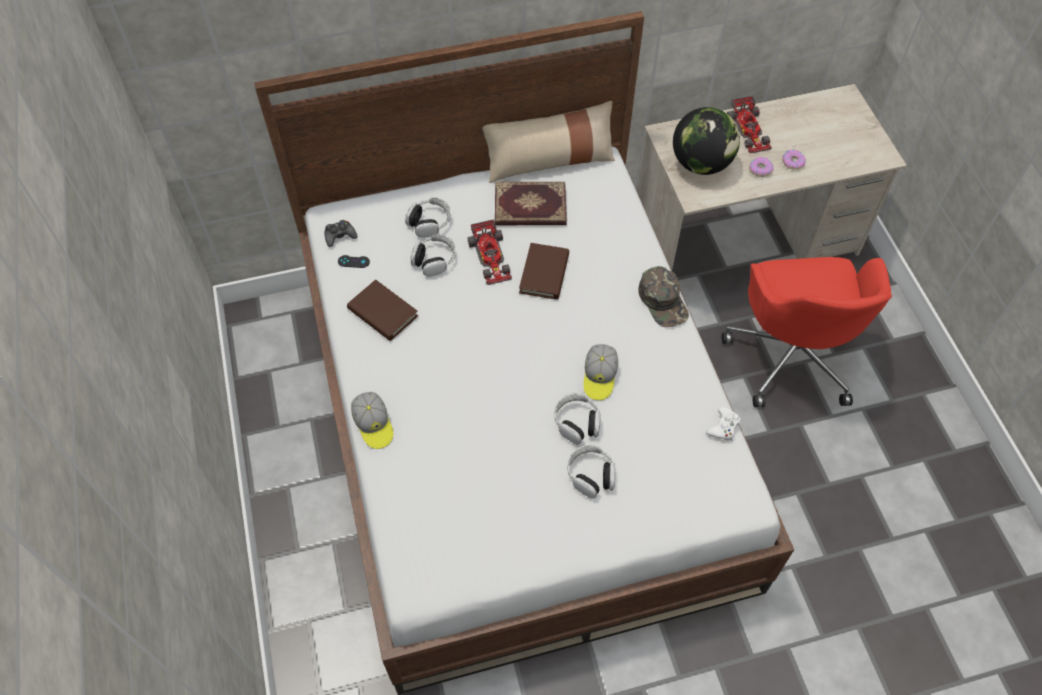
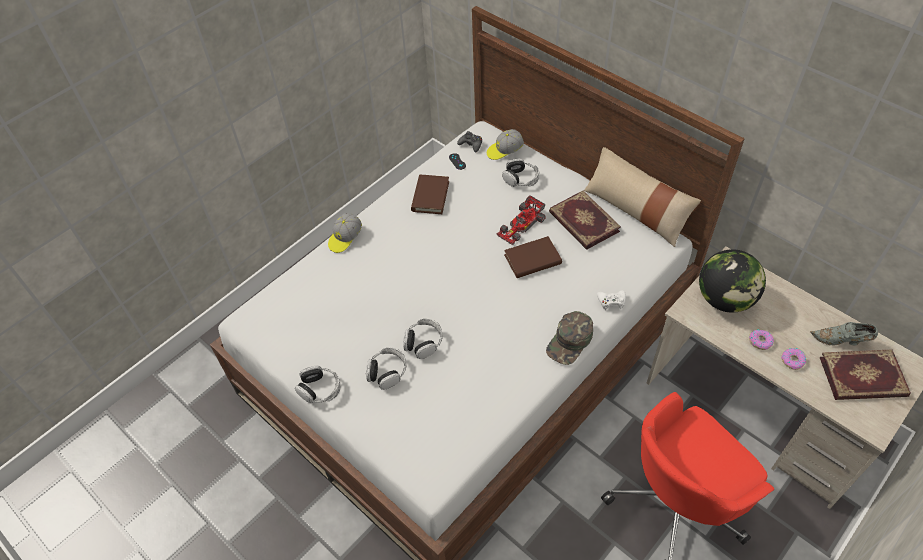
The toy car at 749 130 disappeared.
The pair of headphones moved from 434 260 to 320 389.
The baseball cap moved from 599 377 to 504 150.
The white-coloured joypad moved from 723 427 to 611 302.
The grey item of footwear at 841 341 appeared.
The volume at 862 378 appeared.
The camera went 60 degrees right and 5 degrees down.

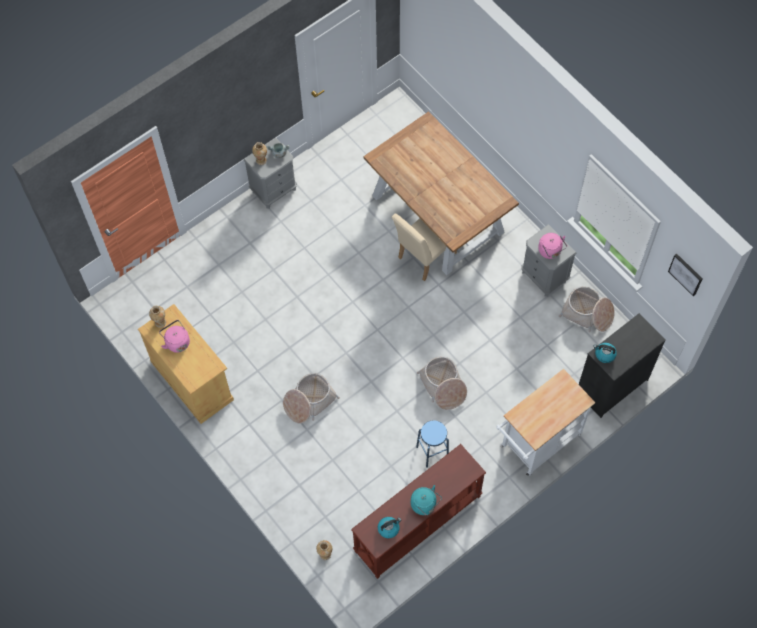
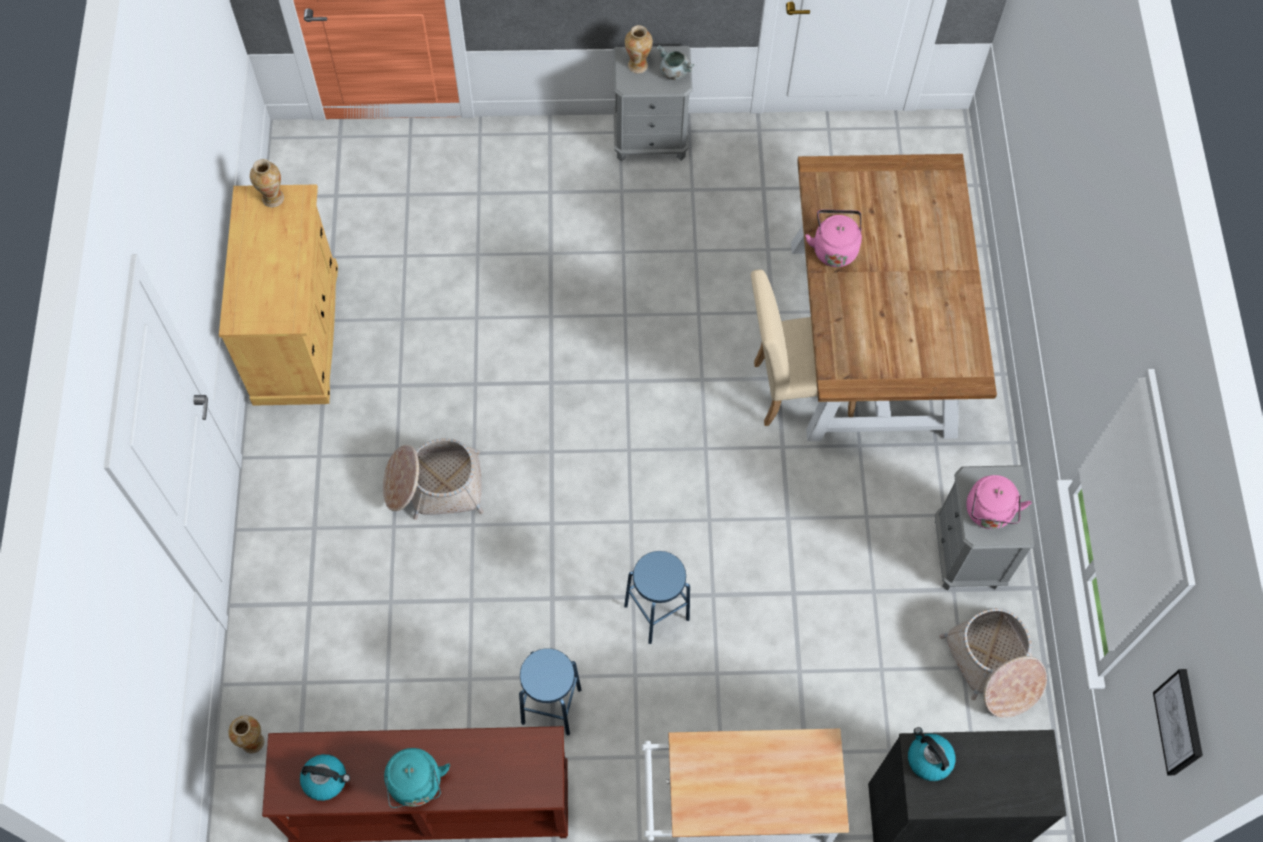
The pinkish tea kettle moved from 176 342 to 834 248.
The basket at 443 386 was replaced by the blue sitting stool at 656 612.
The camera went 35 degrees right and 0 degrees up.

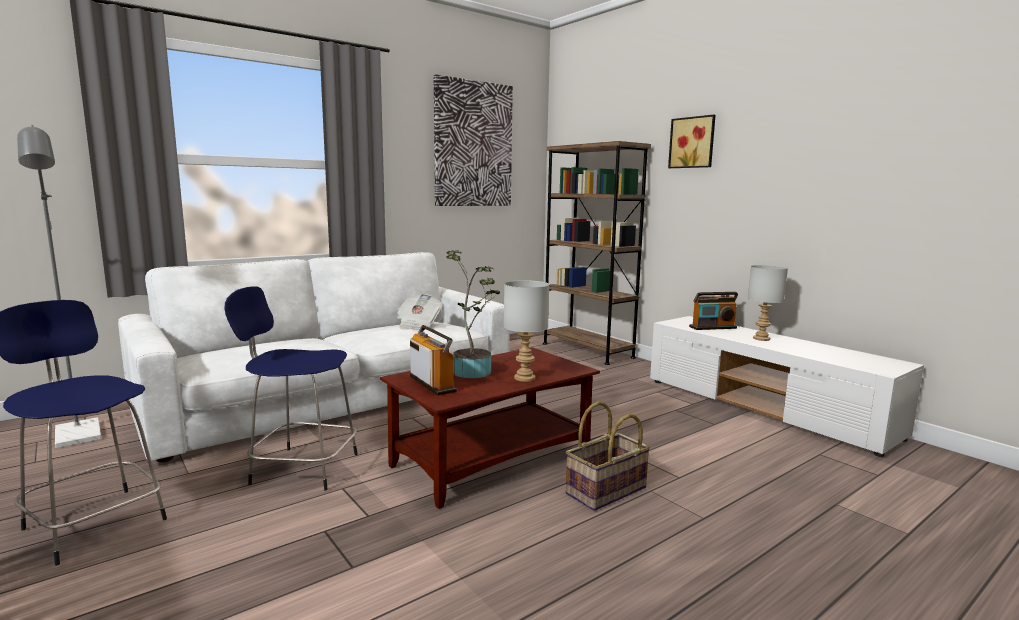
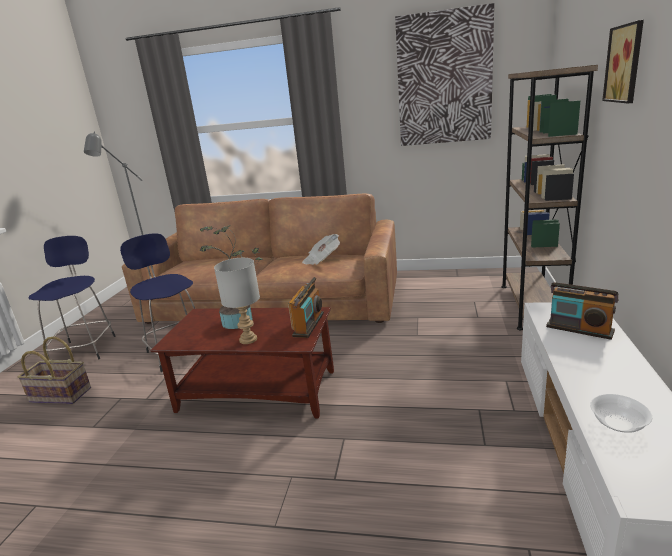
The white-coloured sofa at 333 396 became the brown sofa at 273 301.
The grey tabletop lamp at 761 339 disappeared.
The radio receiver moved from 432 384 to 308 325.
The basket moved from 606 491 to 59 395.
The serving bowl at 618 423 appeared.
The camera went 50 degrees right and 10 degrees up.

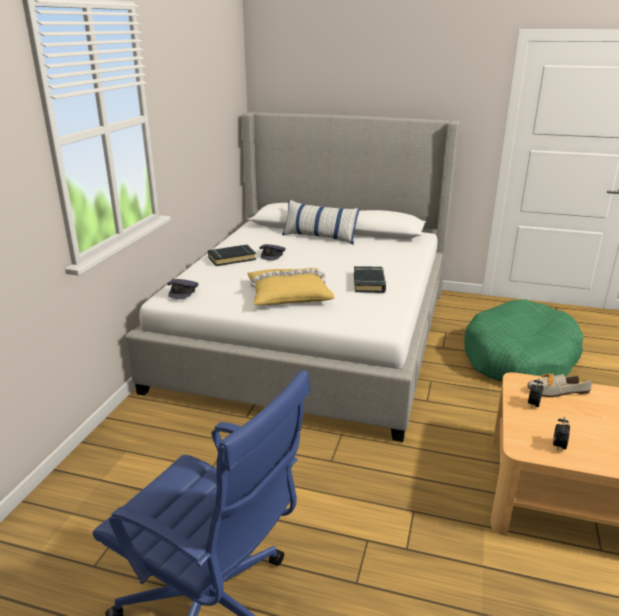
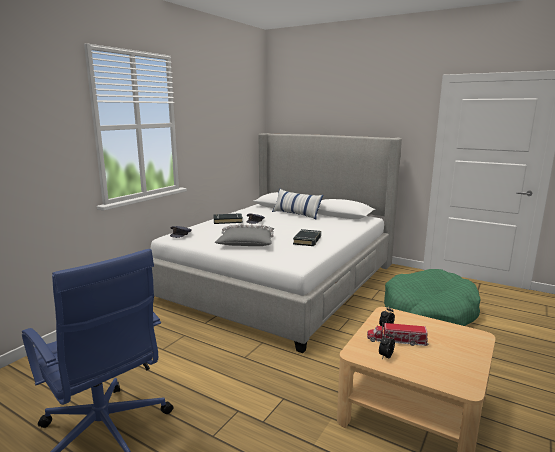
The yellow-coloured pillow at 288 294 became the grey pillow at 247 242.
The item of footwear at 552 391 disappeared.
The model truck at 396 341 appeared.
The camera went 15 degrees right and 10 degrees down.

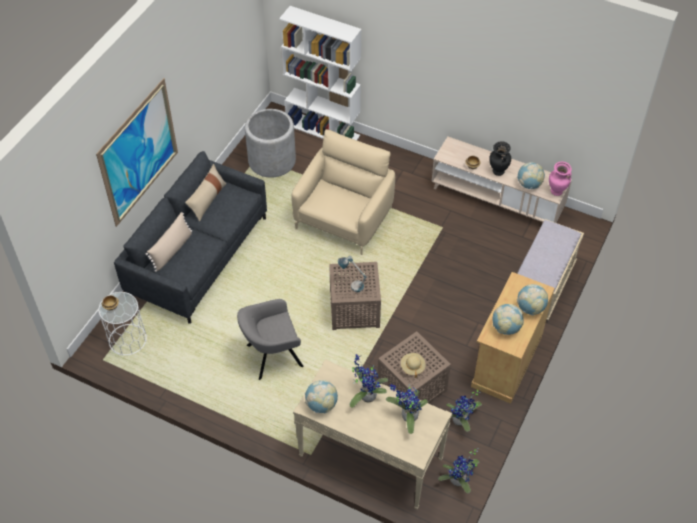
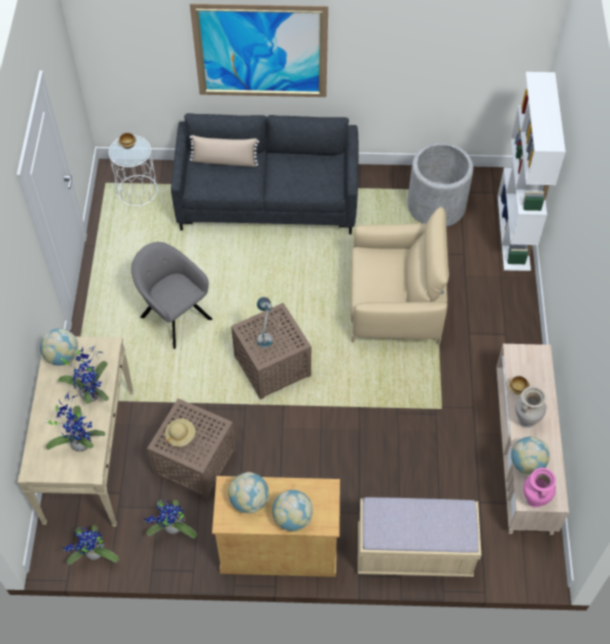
The black decorative vase at 498 172 became the sand-coloured decorative vase at 526 420.
The sand-coloured pillow at 207 200 disappeared.
The camera went 65 degrees right and 5 degrees up.

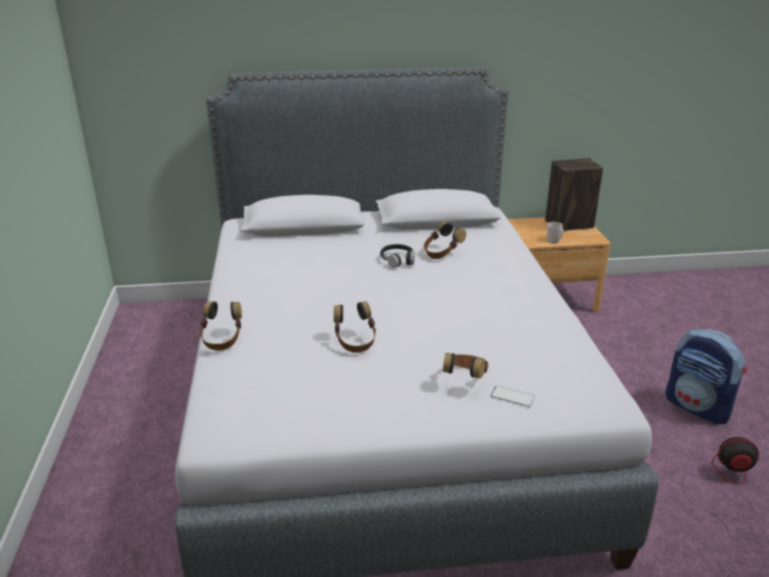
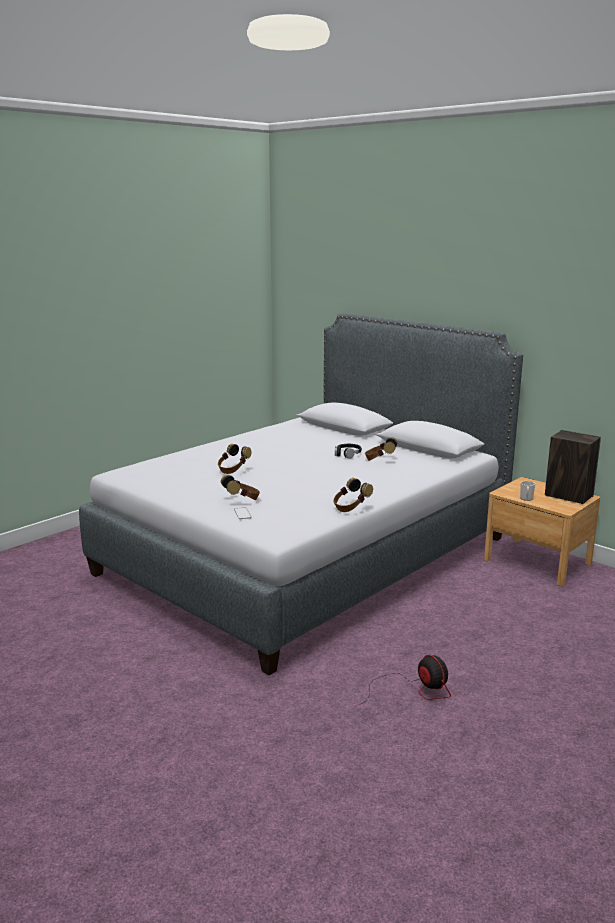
The pair of headphones moved from 222 340 to 350 508.
The rucksack at 698 407 disappeared.
The camera went 50 degrees right and 10 degrees down.

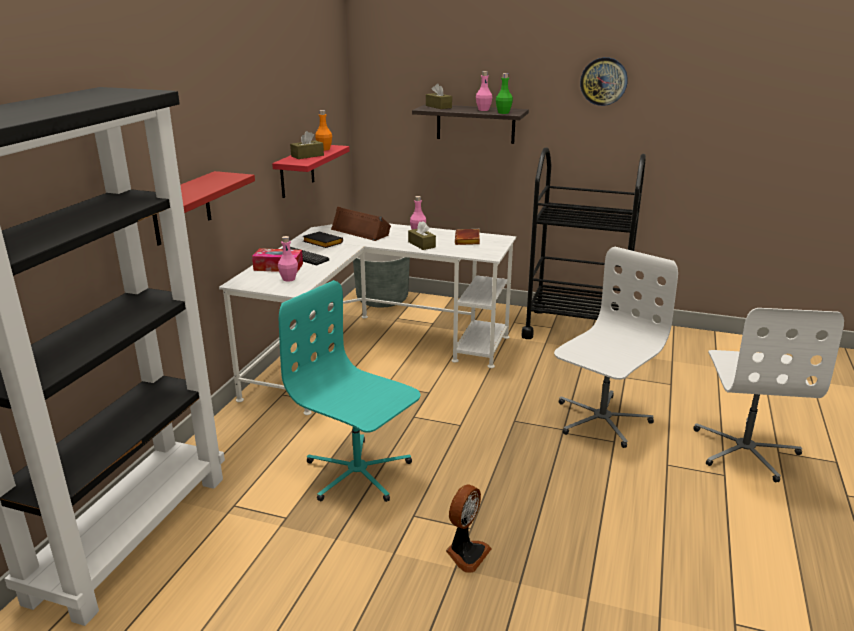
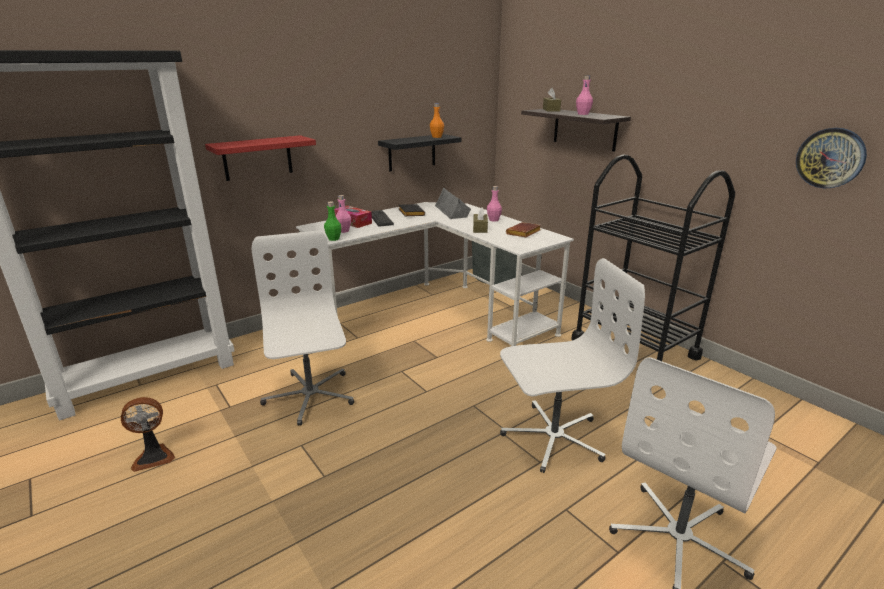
The wall clock moved from 603 81 to 830 158.
The green-coloured drink bottle moved from 503 113 to 333 239.
The brown box of tissues at 307 156 disappeared.
The red-coloured shelf at 297 171 became the black shelf at 412 152.
The brown speaker at 361 231 became the grey speaker at 453 211.
The turquoise-coloured office chair at 357 473 became the white-coloured office chair at 309 396.
The electric fan moved from 466 553 to 154 456.
The camera went 35 degrees right and 0 degrees up.

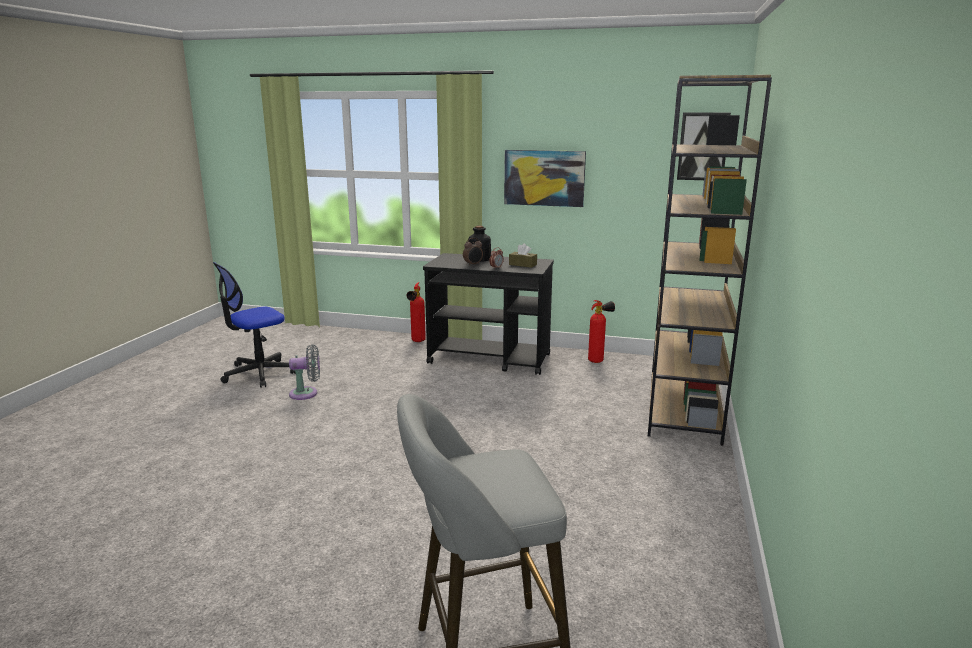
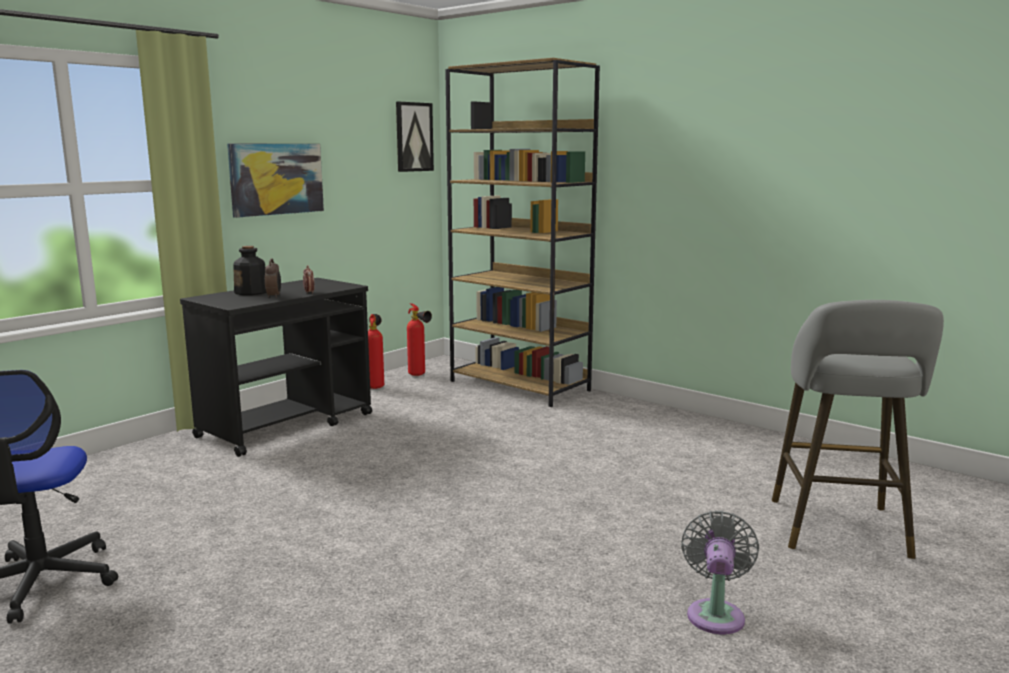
The brown box of tissues at 522 264 disappeared.
The fire extinguisher moved from 417 342 to 419 375.
The grey electric fan moved from 306 393 to 716 613.
The camera went 65 degrees left and 5 degrees down.

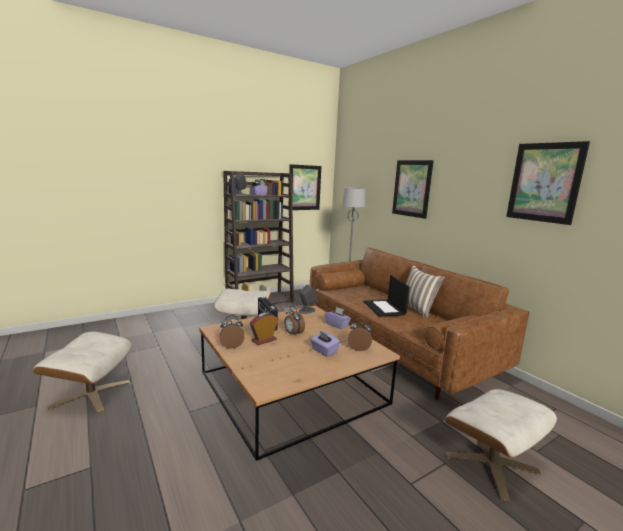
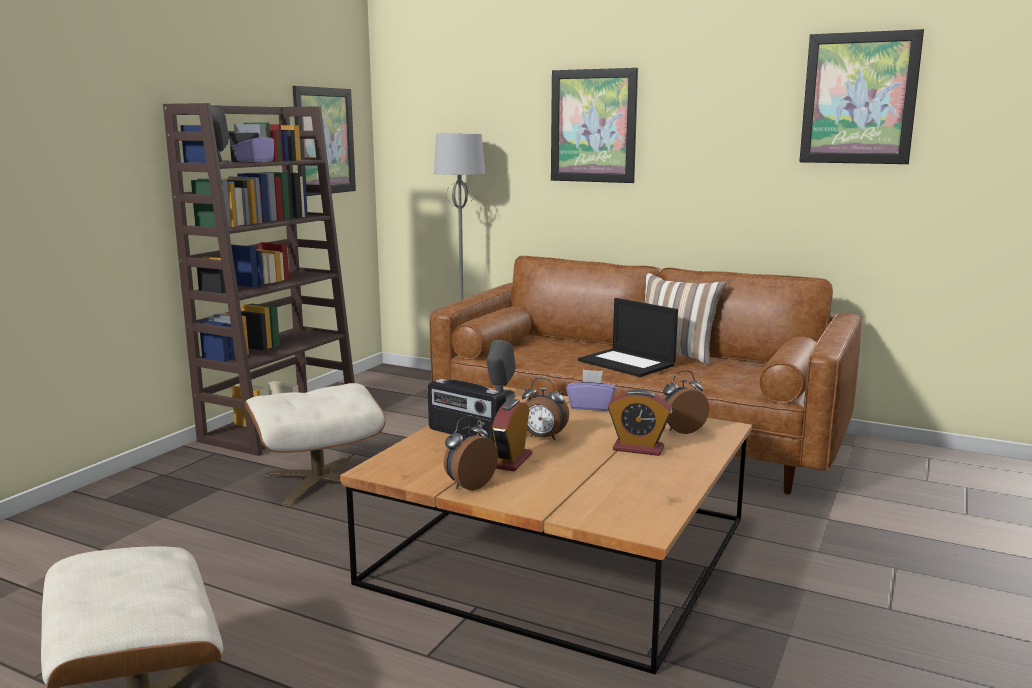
The purple-coloured box of tissues at 324 351 was replaced by the bedside clock at 638 448.
The sand-coloured footrest at 492 464 disappeared.
The camera went 30 degrees left and 0 degrees up.

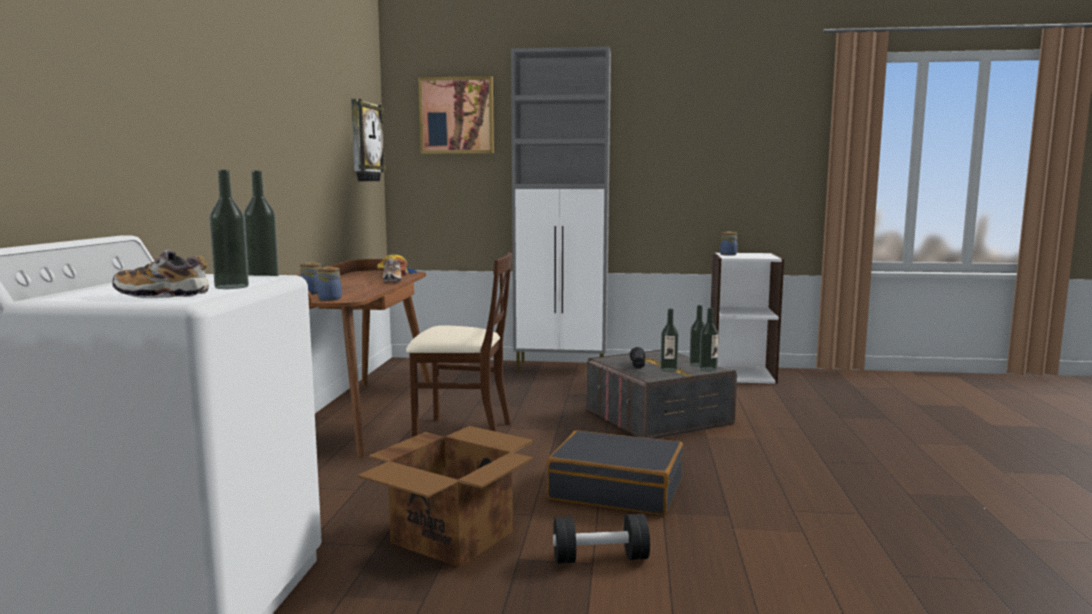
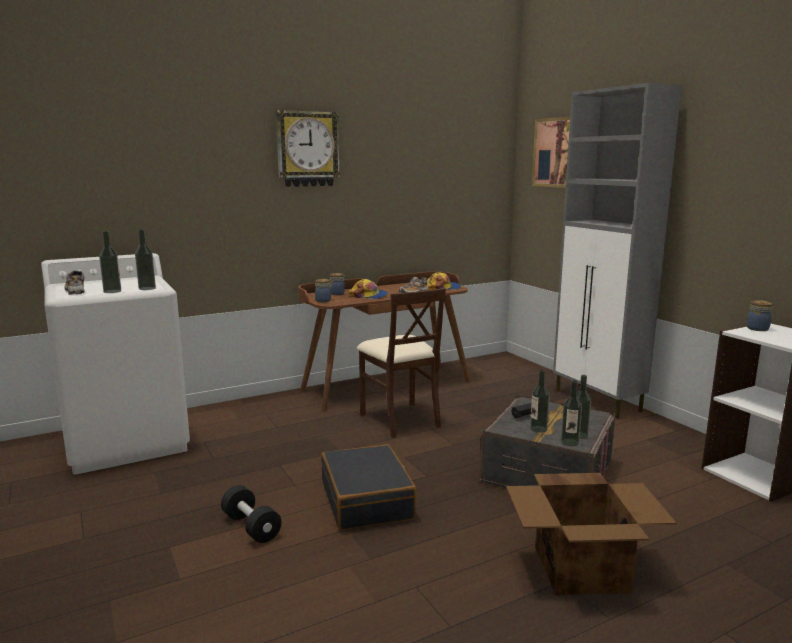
The wall clock moved from 364 142 to 307 149.
The packing box moved from 454 536 to 582 569.
The baseball cap at 369 296 appeared.
The camera went 55 degrees right and 5 degrees up.

